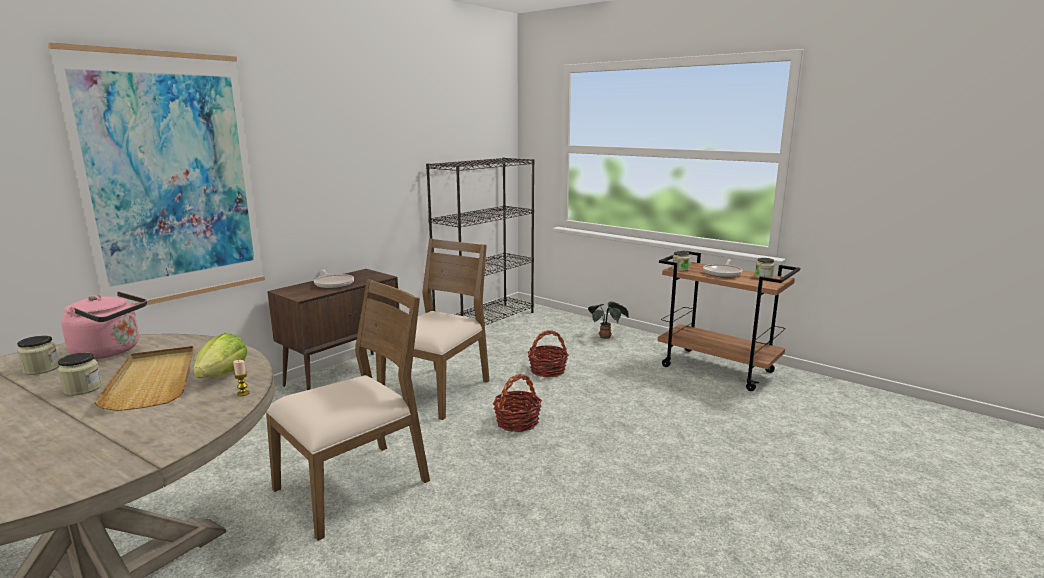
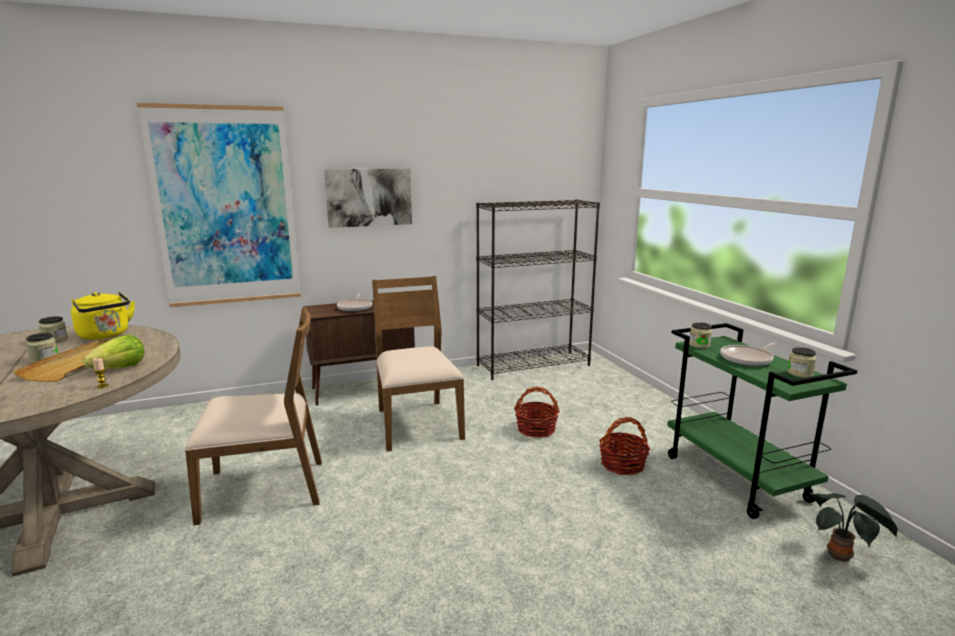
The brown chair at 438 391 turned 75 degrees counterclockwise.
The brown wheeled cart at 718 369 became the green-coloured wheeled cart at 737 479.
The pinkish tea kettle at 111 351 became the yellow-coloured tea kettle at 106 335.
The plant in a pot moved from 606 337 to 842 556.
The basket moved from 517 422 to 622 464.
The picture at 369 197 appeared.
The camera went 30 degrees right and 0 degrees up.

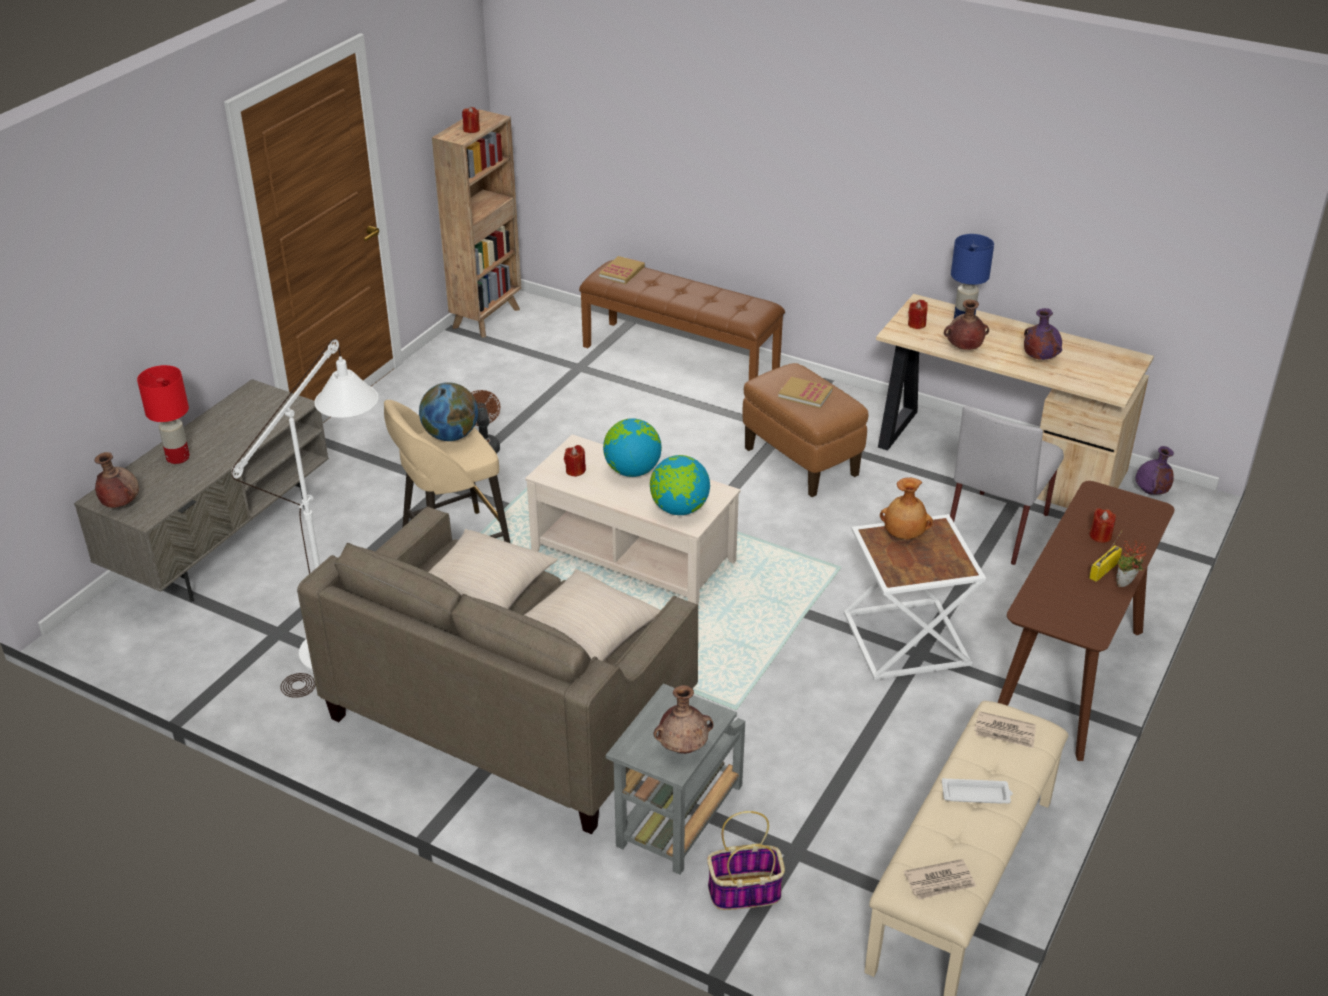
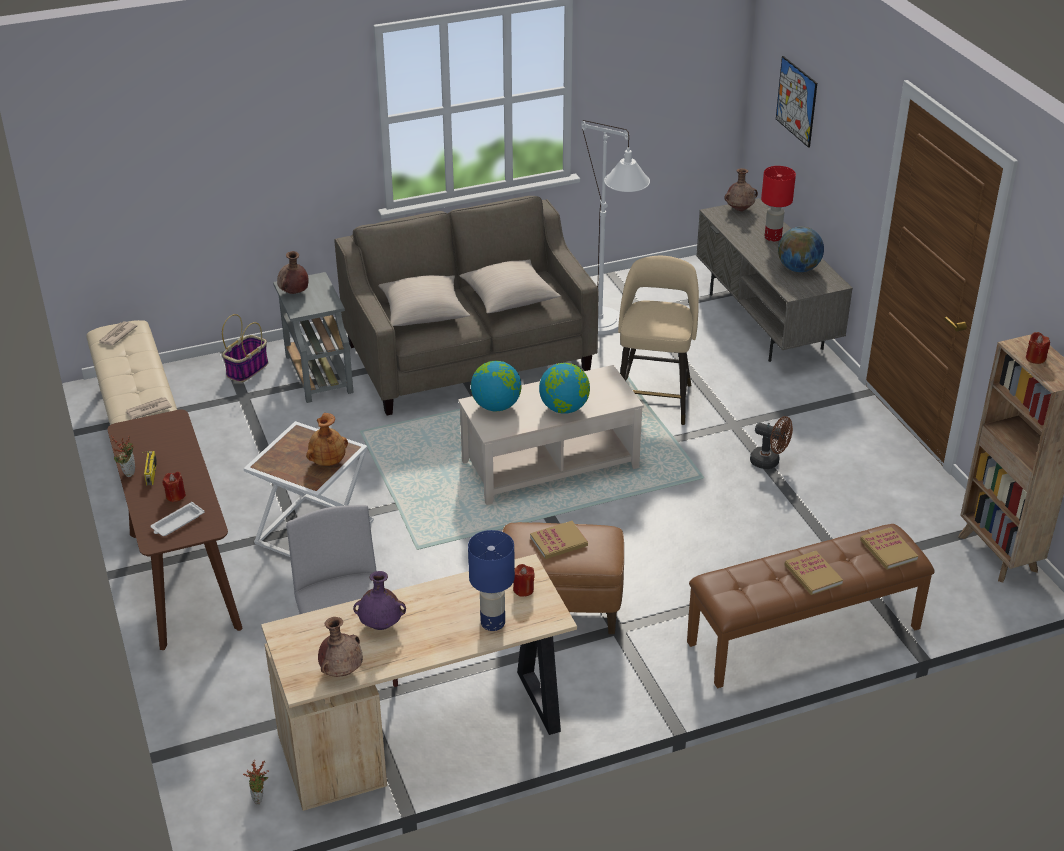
The brown decorative vase moved from 963 348 to 342 671.
The world globe moved from 451 436 to 798 269.
The red-coloured wax light at 575 471 disappeared.
The purple-coloured decorative vase at 1151 492 was replaced by the plant in a pot at 260 798.
The white-coloured tray moved from 976 795 to 177 523.
The picture at 796 101 appeared.
The volume at 813 574 appeared.
The camera went 130 degrees right and 0 degrees up.

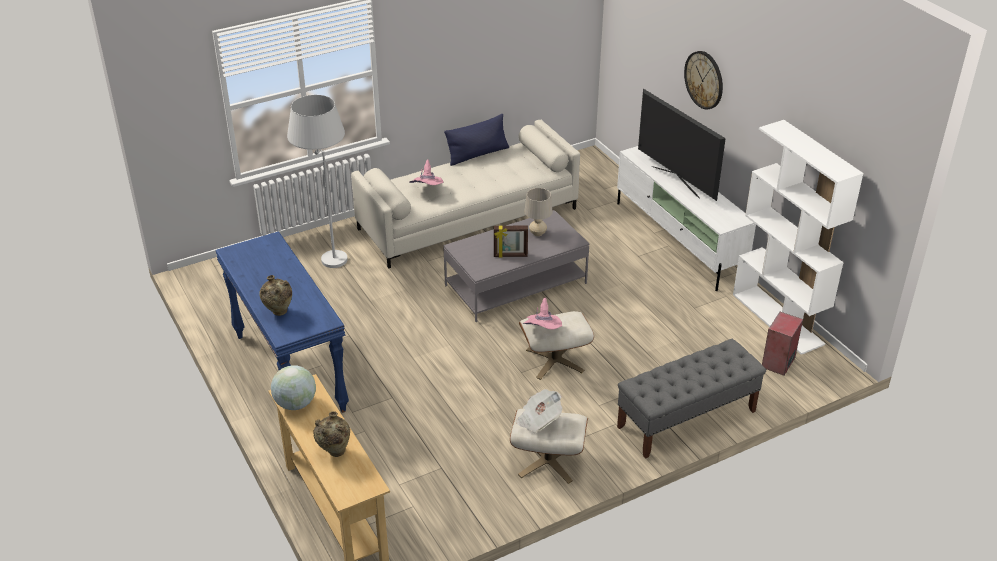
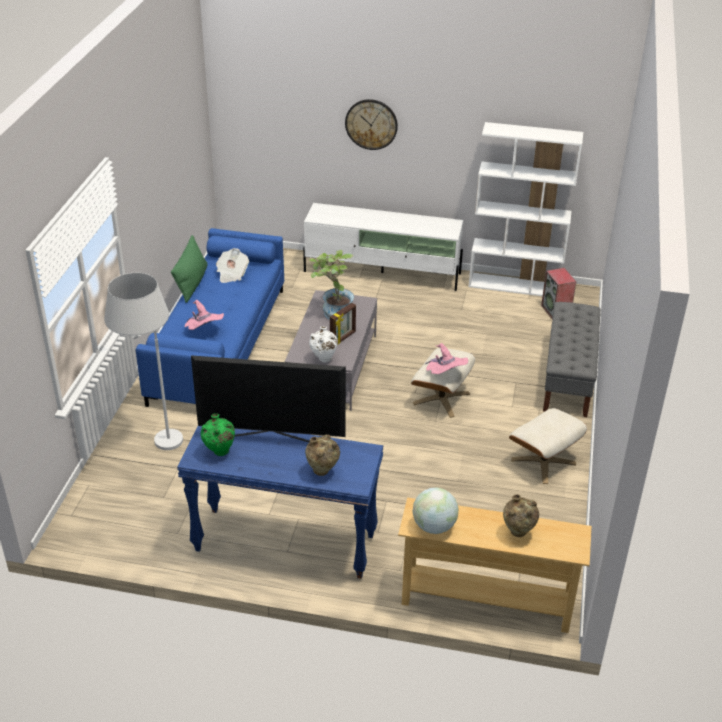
The TV set moved from 676 181 to 271 439.
The blue pillow at 477 154 became the green-coloured pillow at 192 283.
The sand-coloured sofa at 468 218 became the blue sofa at 218 344.
The sand-coloured tabletop lamp at 537 233 was replaced by the plant in a pot at 333 312.
The daily paper moved from 538 419 to 231 274.
The white-coloured decorative vase at 323 360 appeared.
The green-coloured decorative vase at 219 453 appeared.
The camera went 50 degrees left and 0 degrees up.

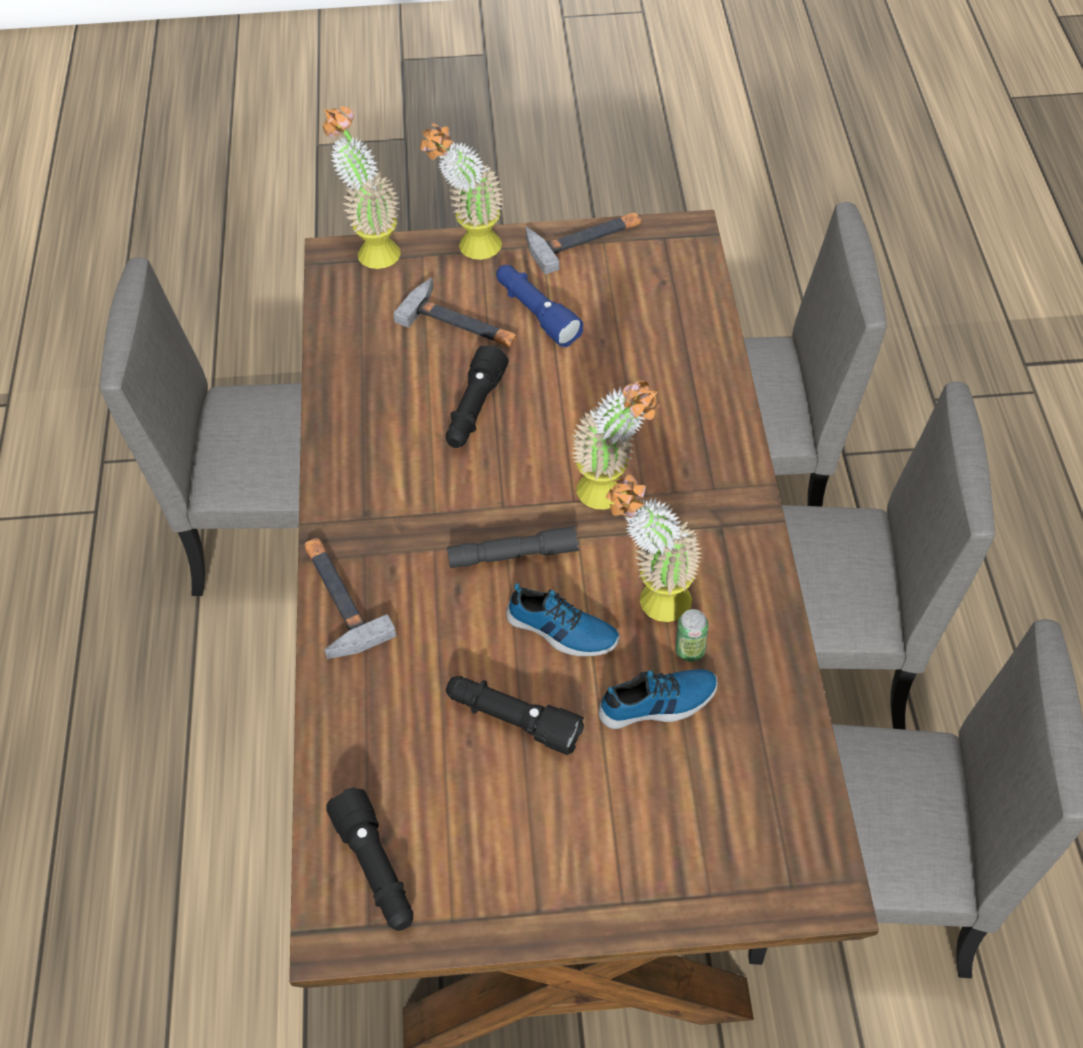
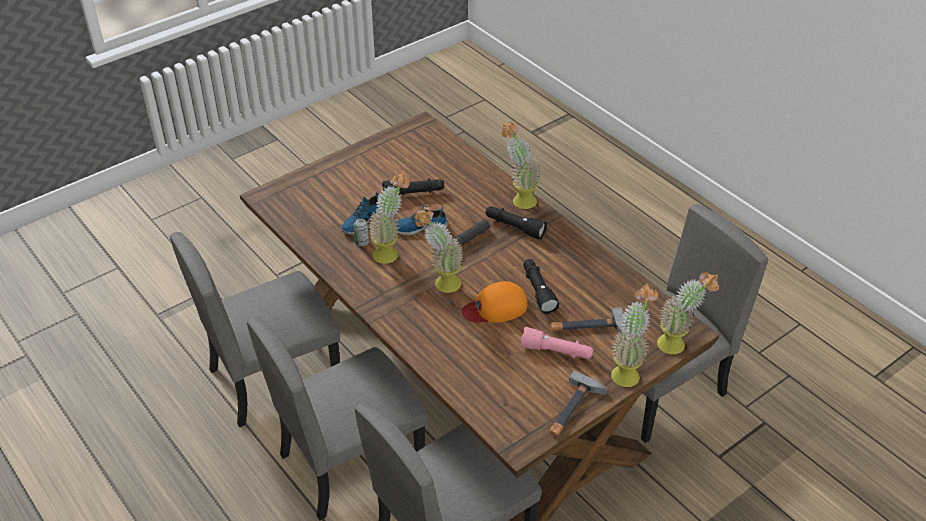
The blue flashlight at 536 313 became the pinkish flashlight at 556 351.
The hand hammer at 335 598 was replaced by the plant in a pot at 518 199.
The black flashlight moved from 376 869 to 514 227.
The orangey baseball cap at 495 307 appeared.
The camera went 145 degrees right and 10 degrees down.

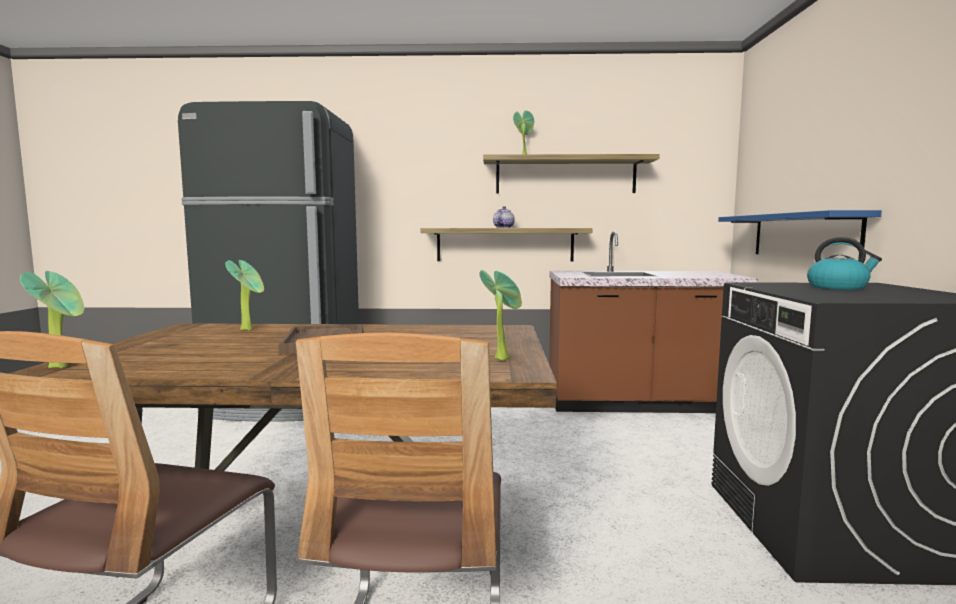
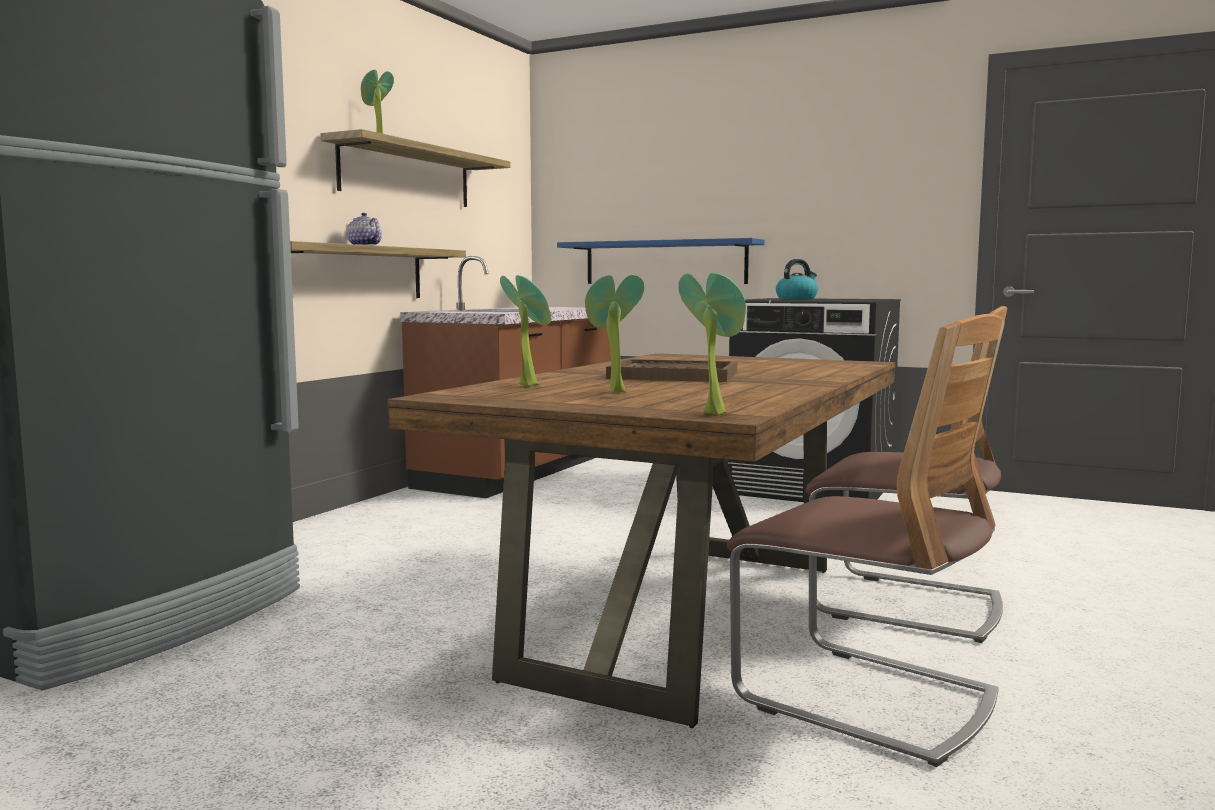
The plant in a pot moved from 502 358 to 612 392.
The camera went 65 degrees left and 0 degrees up.

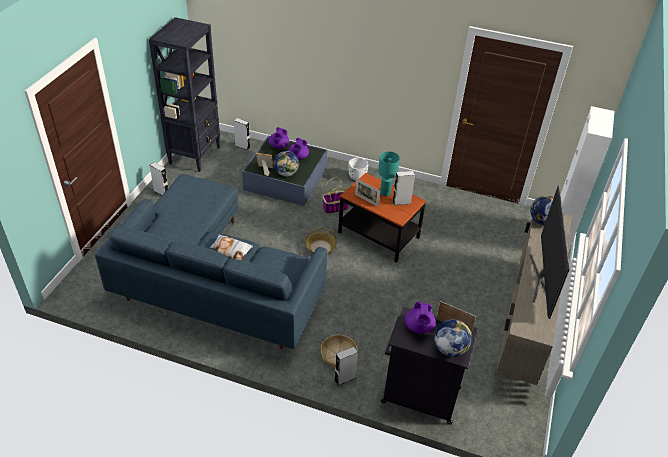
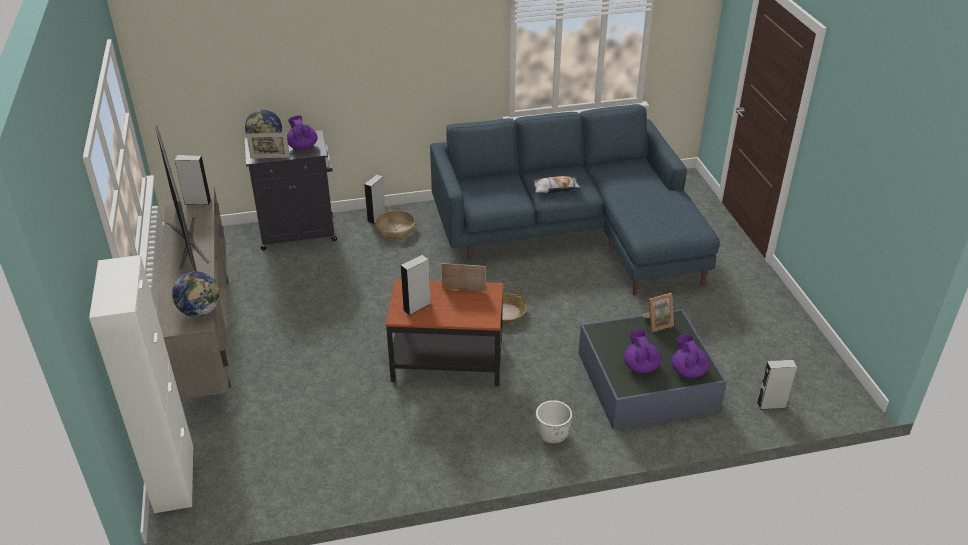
The black bookcase at 195 155 disappeared.
The world globe at 286 173 disappeared.
The turquoise-coloured tabletop lamp at 385 193 disappeared.
The grey speaker moved from 161 192 to 197 201.
The basket at 335 208 disappeared.
The camera went 150 degrees right and 5 degrees down.

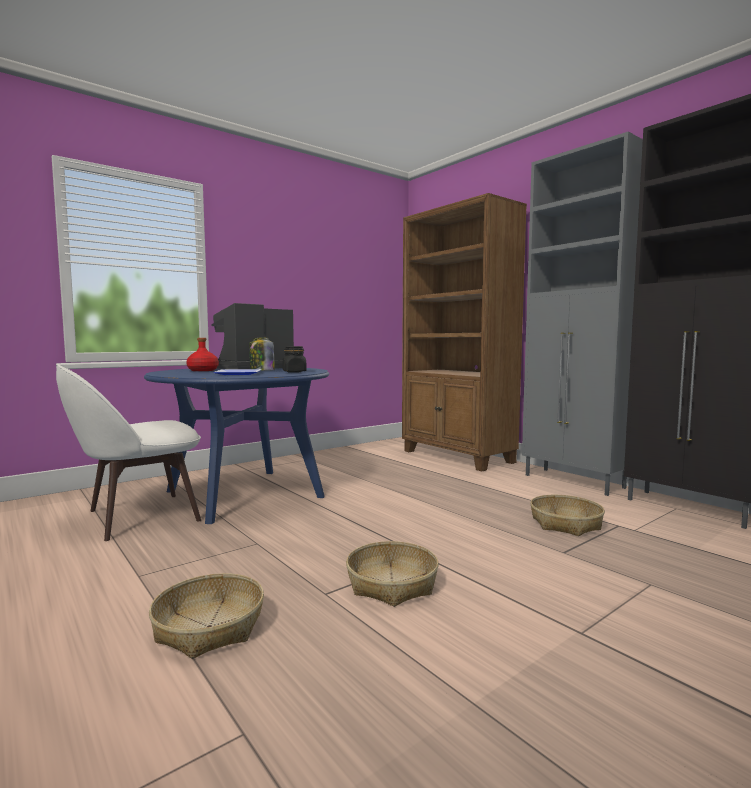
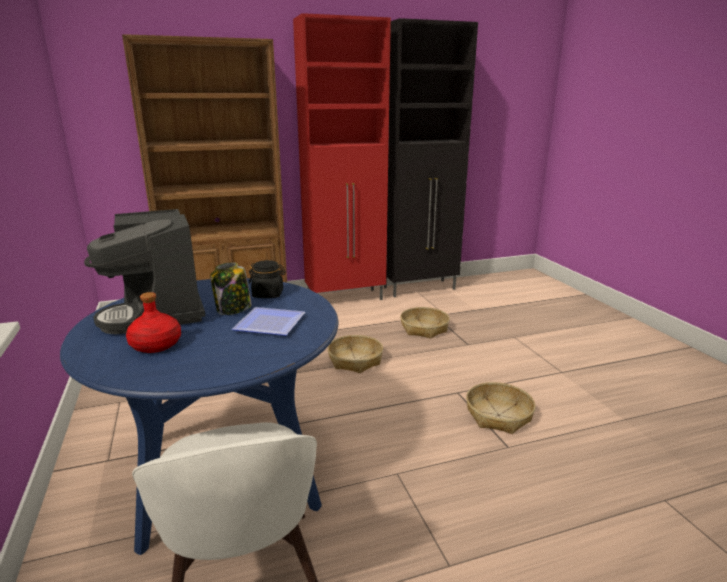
The grey storage cabinet at 574 482 became the red-coloured storage cabinet at 346 298.
The basket moved from 208 627 to 355 360.
The camera went 70 degrees left and 15 degrees up.

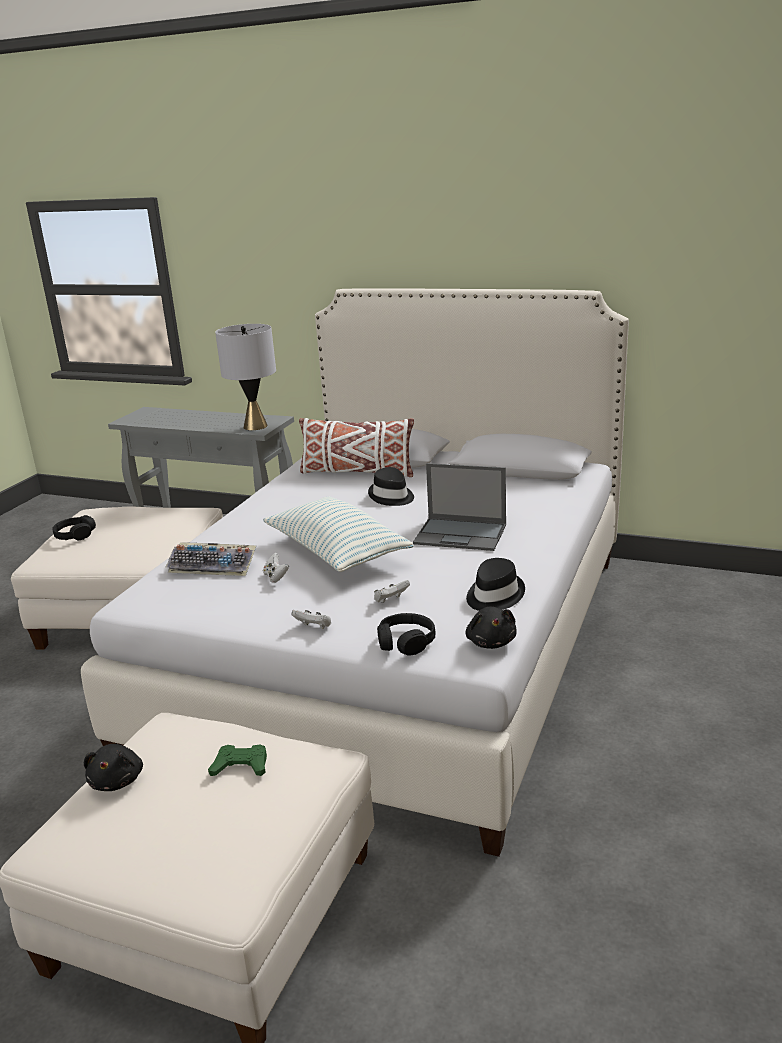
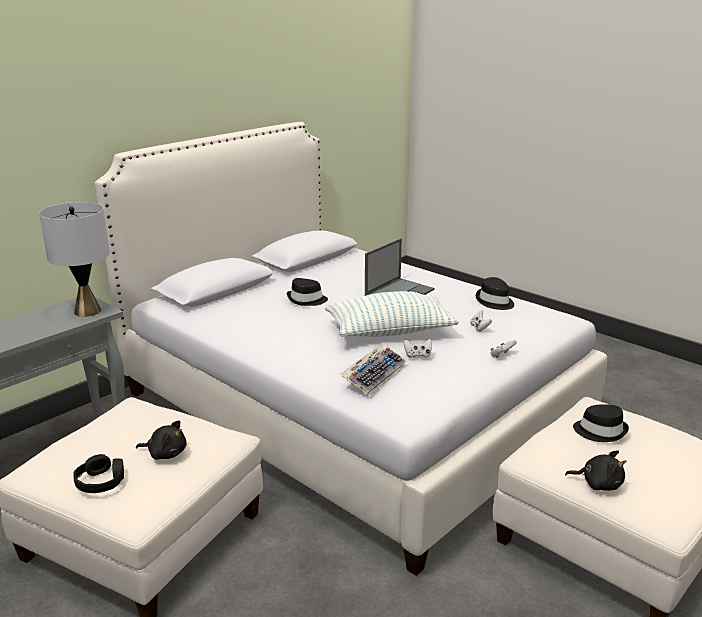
The white-coloured pillow at 357 472 disappeared.
The black soft toy moved from 491 642 to 166 453.
The black pair of headphones at 406 642 disappeared.
The green-coloured joypad at 241 766 was replaced by the black hat at 600 431.
The camera went 70 degrees left and 0 degrees up.

